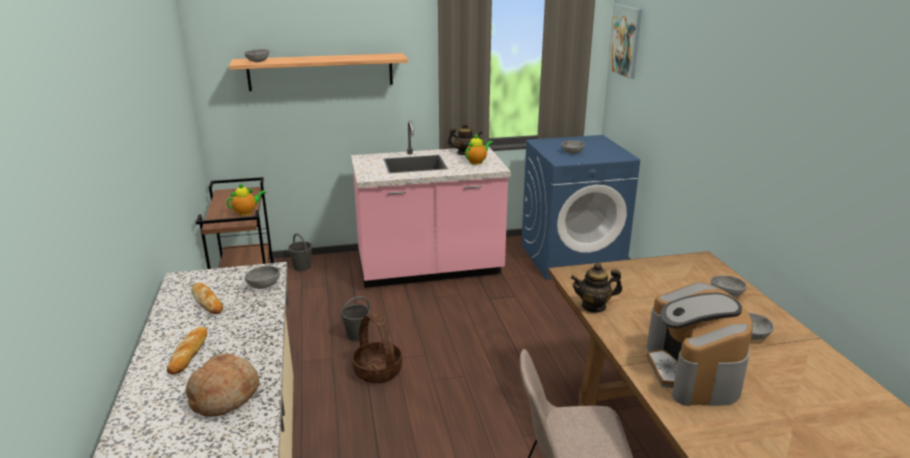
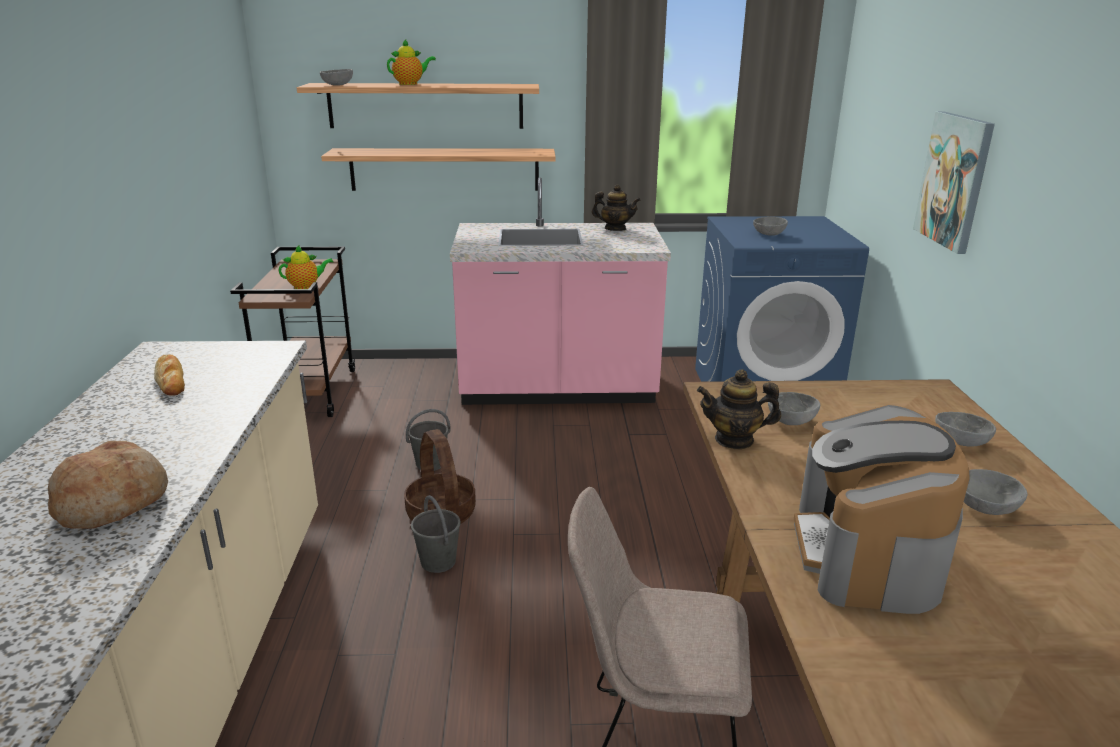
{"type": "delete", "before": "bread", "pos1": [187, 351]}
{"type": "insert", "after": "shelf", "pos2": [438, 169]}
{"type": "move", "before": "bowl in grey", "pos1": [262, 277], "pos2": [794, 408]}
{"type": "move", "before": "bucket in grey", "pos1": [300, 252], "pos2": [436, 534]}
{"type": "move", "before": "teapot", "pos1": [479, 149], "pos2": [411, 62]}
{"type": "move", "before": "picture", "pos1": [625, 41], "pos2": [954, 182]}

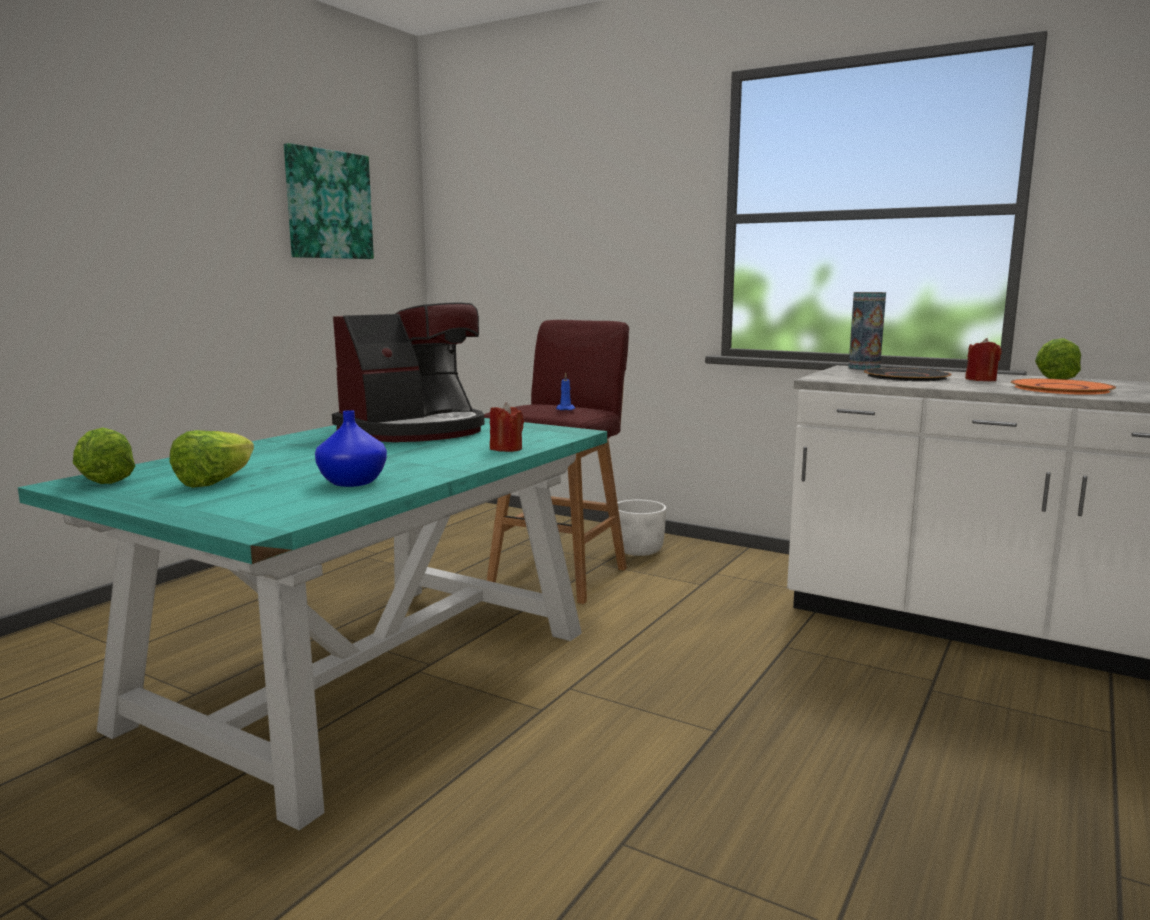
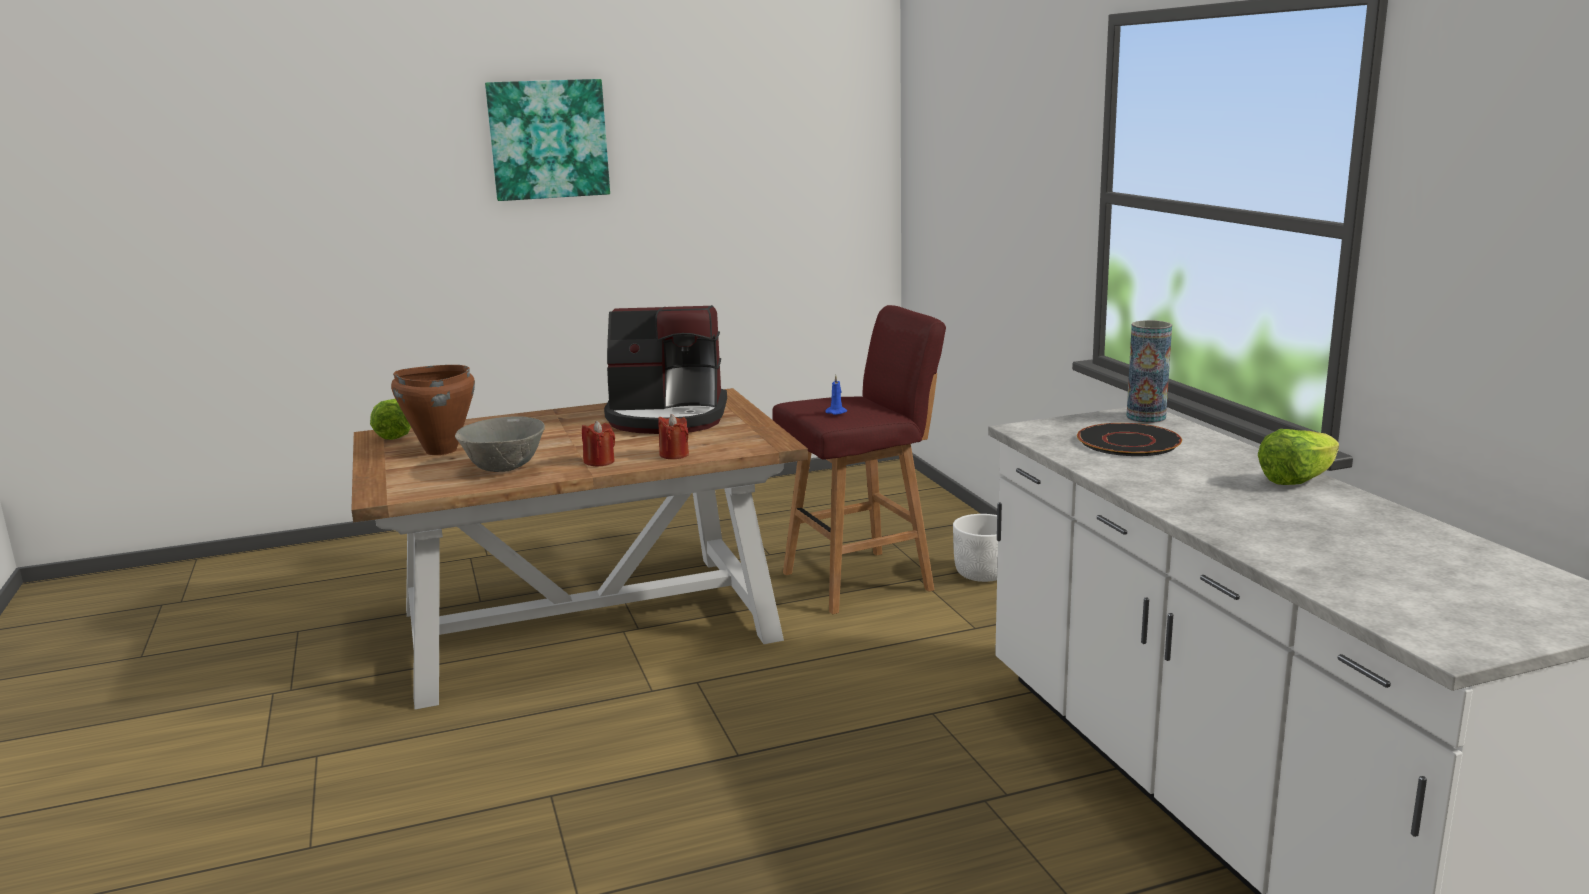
{"type": "delete", "before": "plate in orange", "pos1": [1063, 387]}
{"type": "move", "before": "picture", "pos1": [329, 201], "pos2": [547, 140]}
{"type": "move", "before": "candle in red", "pos1": [983, 359], "pos2": [598, 443]}
{"type": "replace", "before": "lettuce", "after": "cooking pot in brown", "pos1": [211, 459], "pos2": [433, 410]}
{"type": "replace", "before": "vase in blue", "after": "bowl in grey", "pos1": [351, 448], "pos2": [500, 444]}
{"type": "recolor", "before": "dining table in turquoise", "after": "dining table in brown", "pos1": [312, 624], "pos2": [579, 549]}

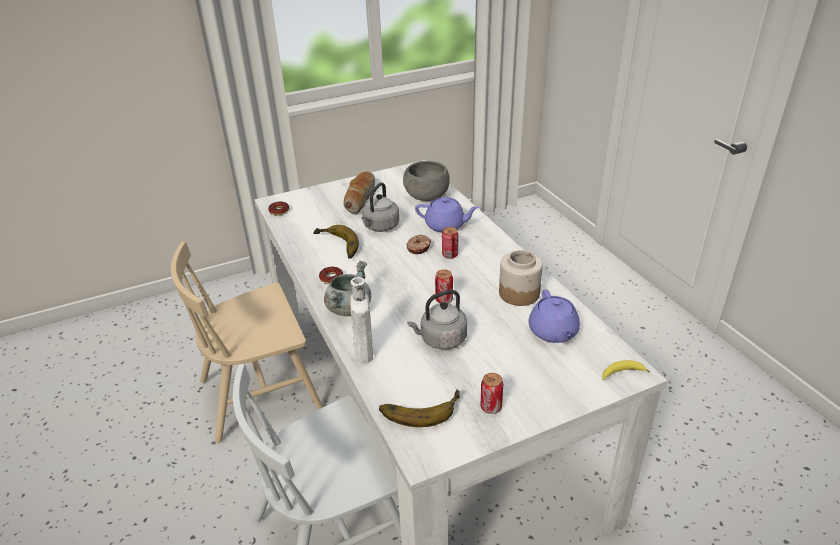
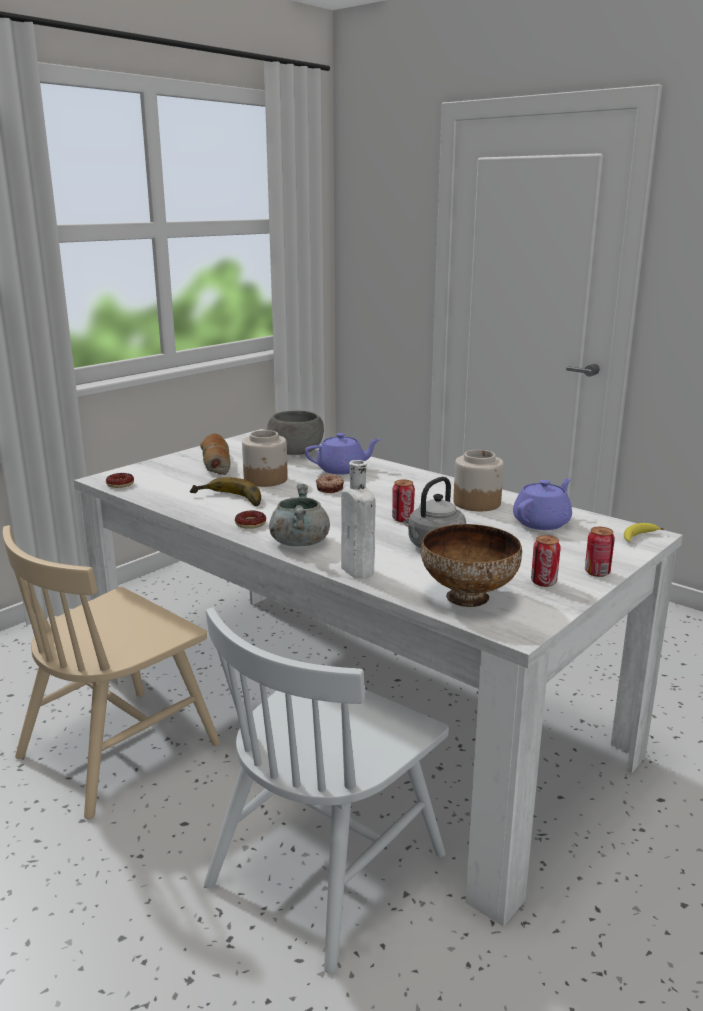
{"type": "move", "before": "can", "pos1": [450, 243], "pos2": [600, 552]}
{"type": "replace", "before": "kettle in grey", "after": "jar", "pos1": [380, 207], "pos2": [265, 458]}
{"type": "replace", "before": "banana", "after": "bowl", "pos1": [419, 408], "pos2": [471, 565]}
{"type": "rotate", "before": "teapot in purple", "pos1": [554, 316], "pos2": [542, 504], "turn": -105}

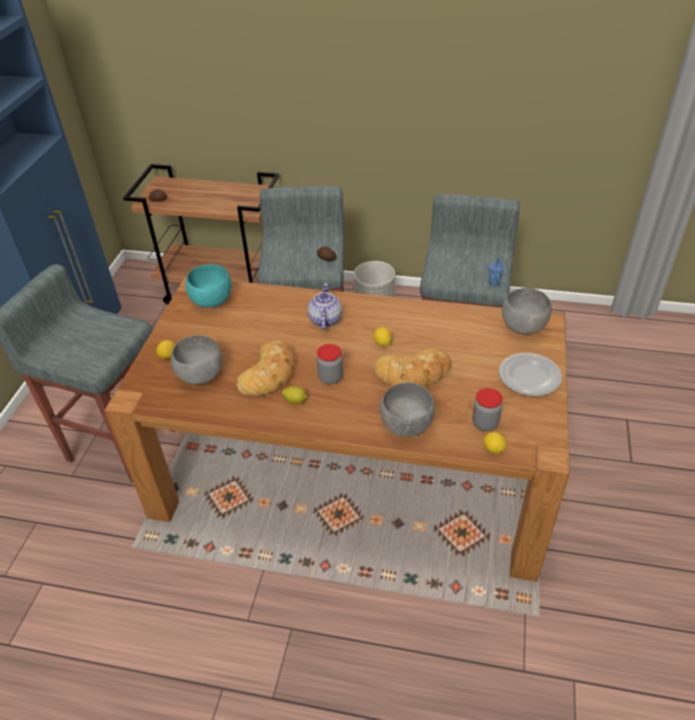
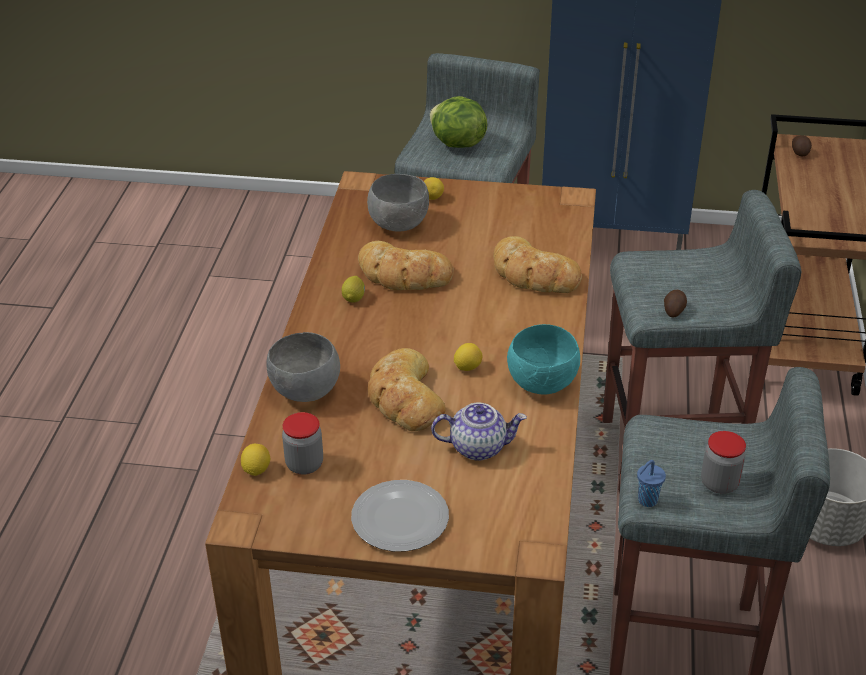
{"type": "delete", "before": "bowl in grey", "pos1": [527, 311]}
{"type": "insert", "after": "lettuce", "pos2": [459, 122]}
{"type": "insert", "after": "bread", "pos2": [538, 264]}
{"type": "move", "before": "bowl in turquoise", "pos1": [208, 286], "pos2": [543, 359]}
{"type": "move", "before": "teapot", "pos1": [325, 306], "pos2": [479, 431]}
{"type": "move", "before": "jar", "pos1": [330, 364], "pos2": [723, 462]}

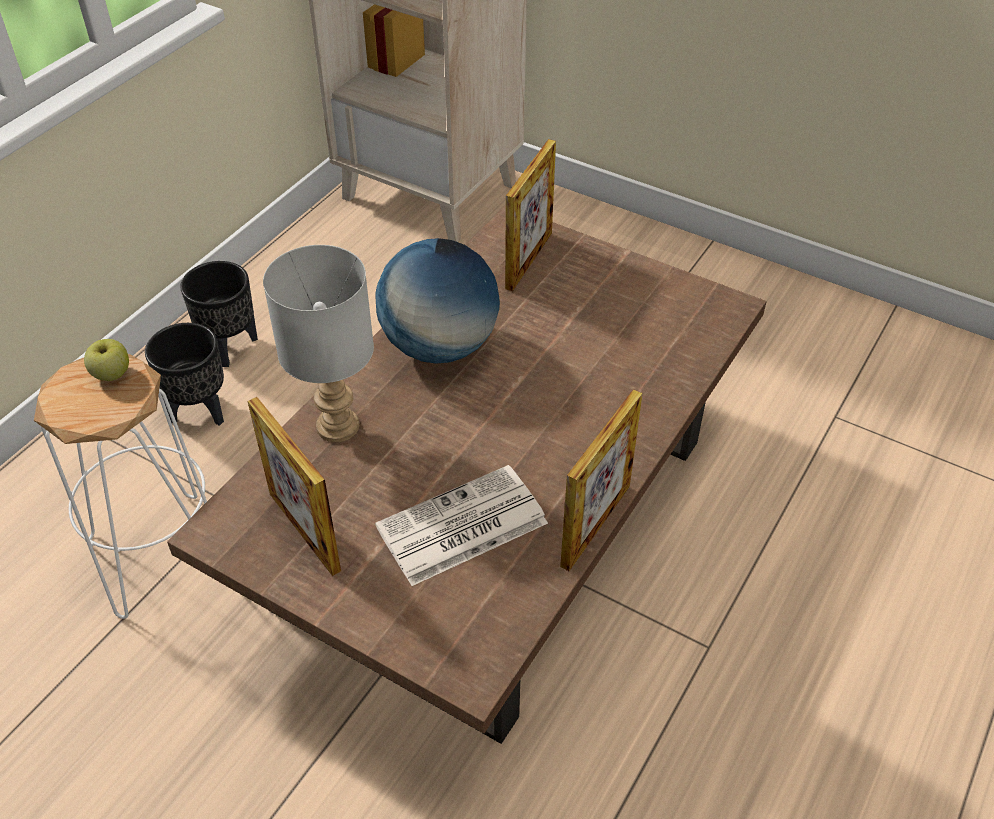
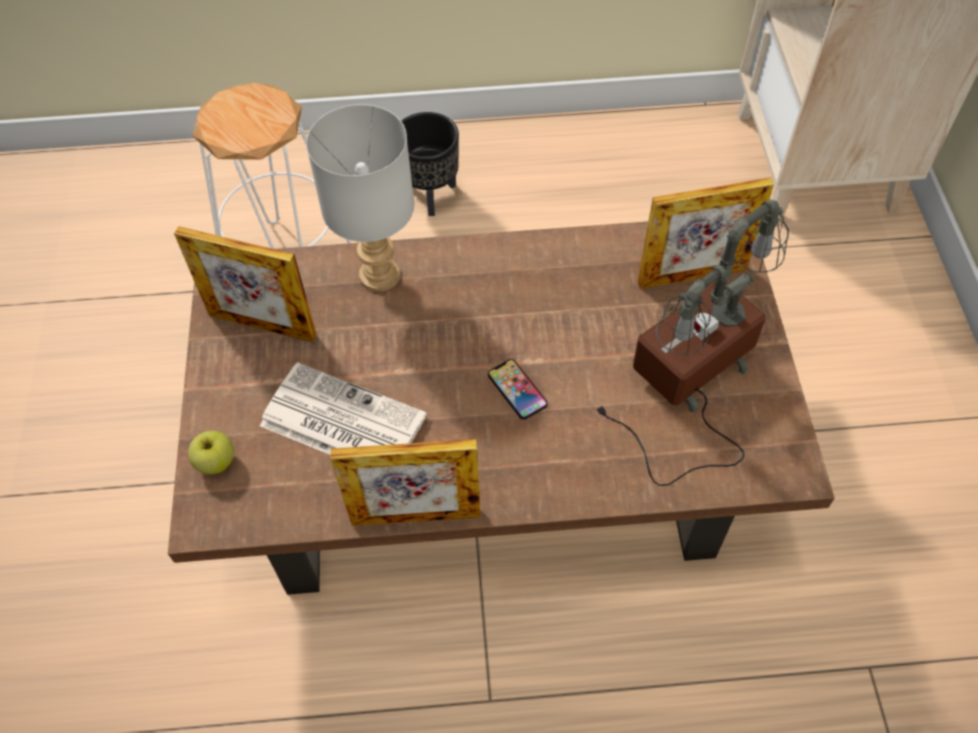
{"type": "delete", "before": "planter in black", "pos1": [219, 314]}
{"type": "delete", "before": "globe", "pos1": [438, 301]}
{"type": "insert", "after": "phone", "pos2": [518, 389]}
{"type": "insert", "after": "table lamp", "pos2": [692, 343]}
{"type": "move", "before": "apple", "pos1": [106, 360], "pos2": [211, 452]}
{"type": "rotate", "before": "picture frame", "pos1": [294, 486], "pos2": [245, 284], "turn": -90}

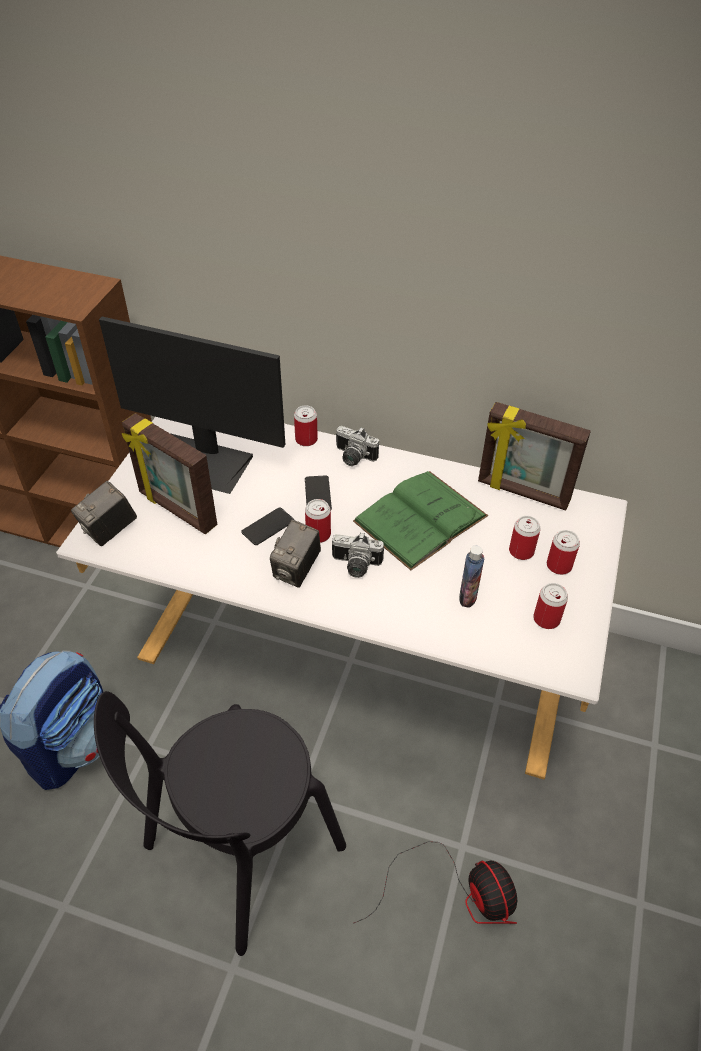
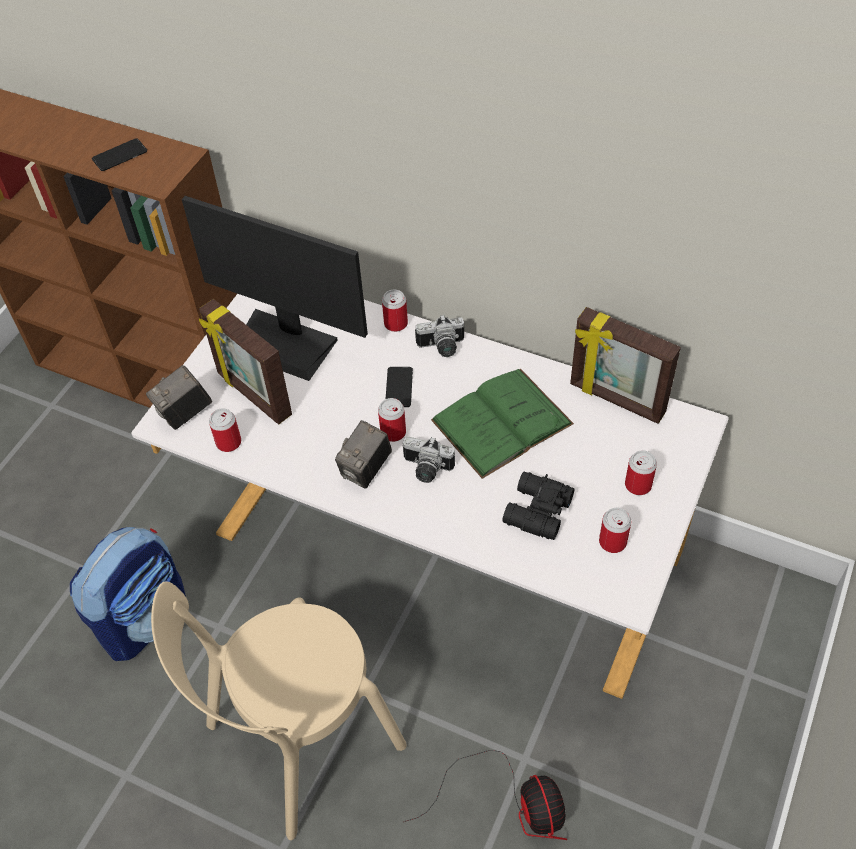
{"type": "move", "before": "phone", "pos1": [267, 526], "pos2": [119, 154]}
{"type": "move", "before": "can", "pos1": [525, 538], "pos2": [225, 430]}
{"type": "replace", "before": "bottle", "after": "binoculars in black", "pos1": [471, 577], "pos2": [538, 506]}
{"type": "recolor", "before": "chair in black", "after": "chair in beige", "pos1": [220, 823], "pos2": [279, 710]}
{"type": "rotate", "before": "photo camera", "pos1": [357, 446], "pos2": [439, 335], "turn": -45}

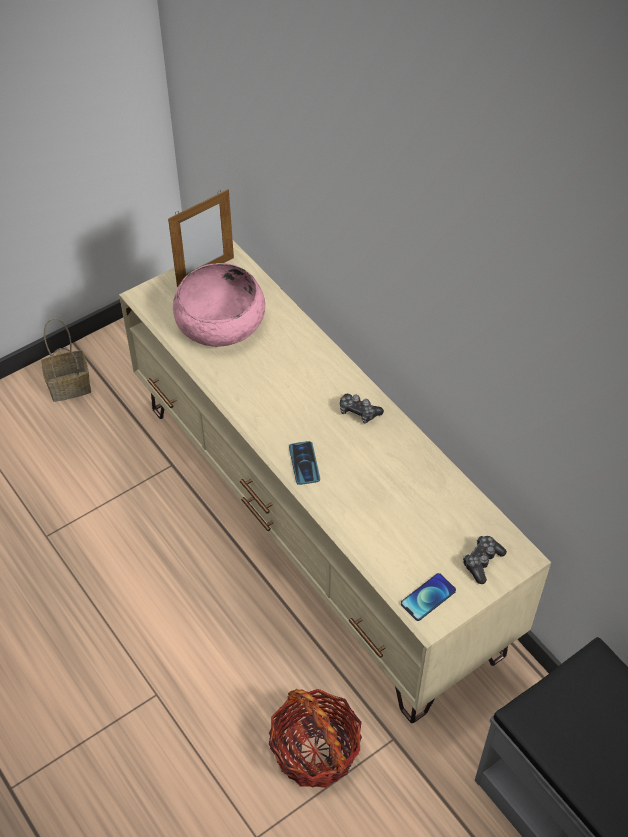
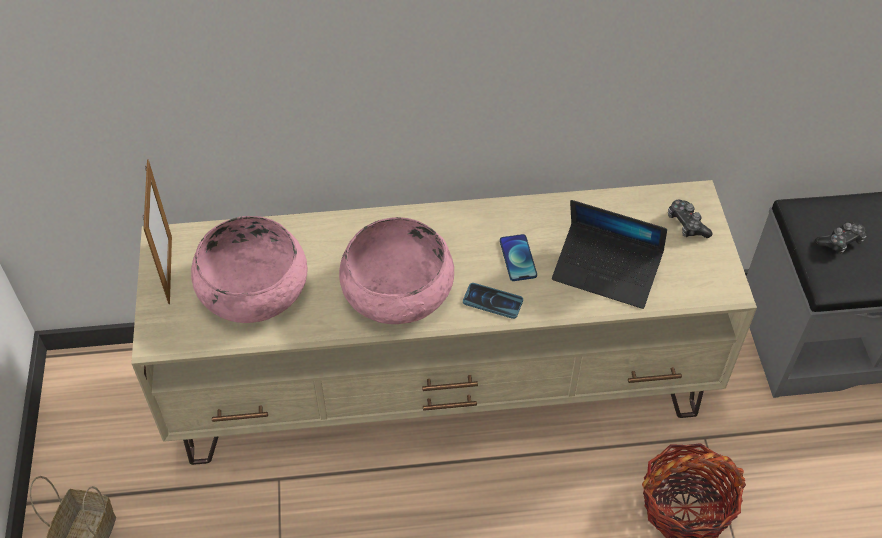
{"type": "insert", "after": "bowl in pink", "pos2": [396, 270]}
{"type": "insert", "after": "laptop", "pos2": [609, 254]}
{"type": "move", "before": "game controller", "pos1": [362, 409], "pos2": [841, 238]}
{"type": "move", "before": "phone", "pos1": [428, 597], "pos2": [518, 257]}

